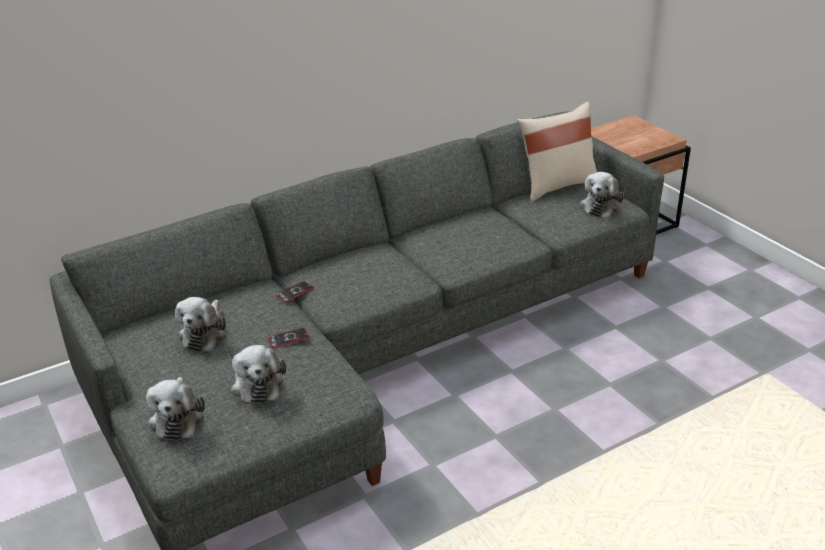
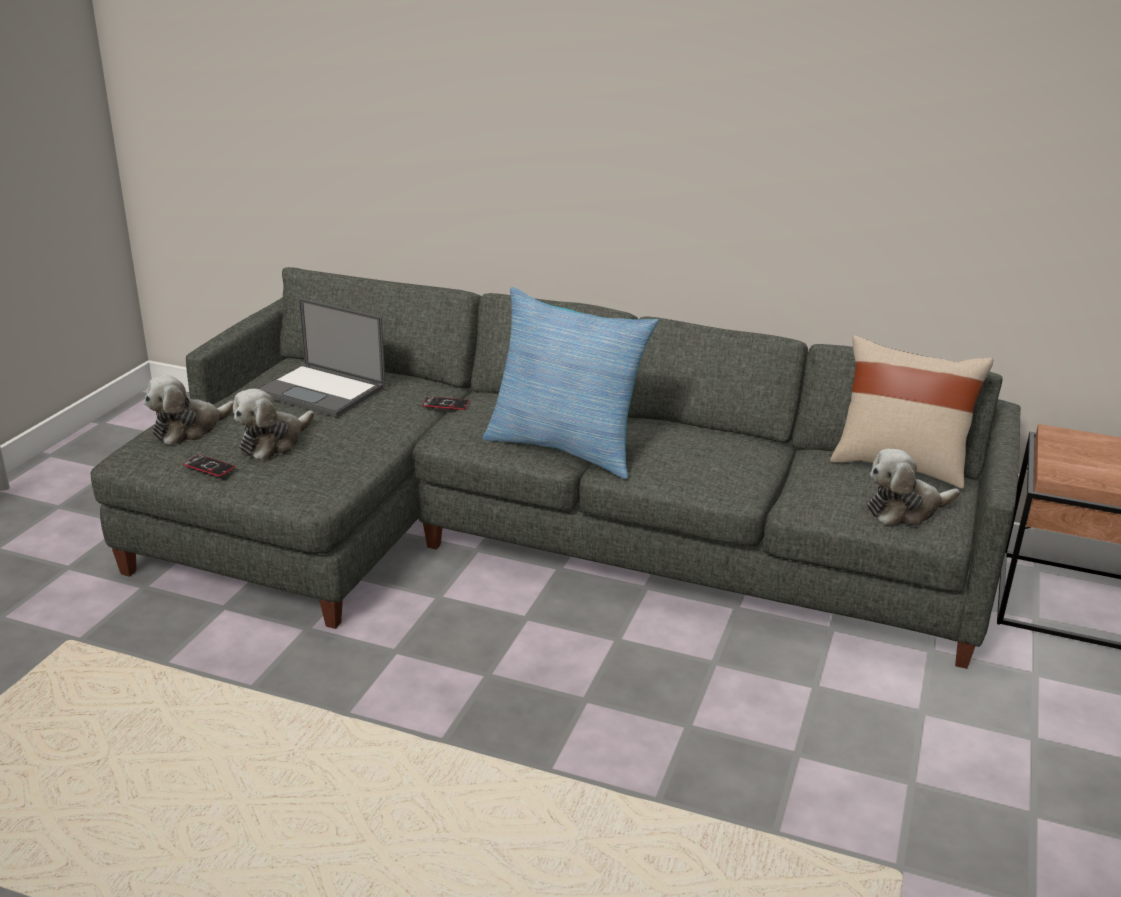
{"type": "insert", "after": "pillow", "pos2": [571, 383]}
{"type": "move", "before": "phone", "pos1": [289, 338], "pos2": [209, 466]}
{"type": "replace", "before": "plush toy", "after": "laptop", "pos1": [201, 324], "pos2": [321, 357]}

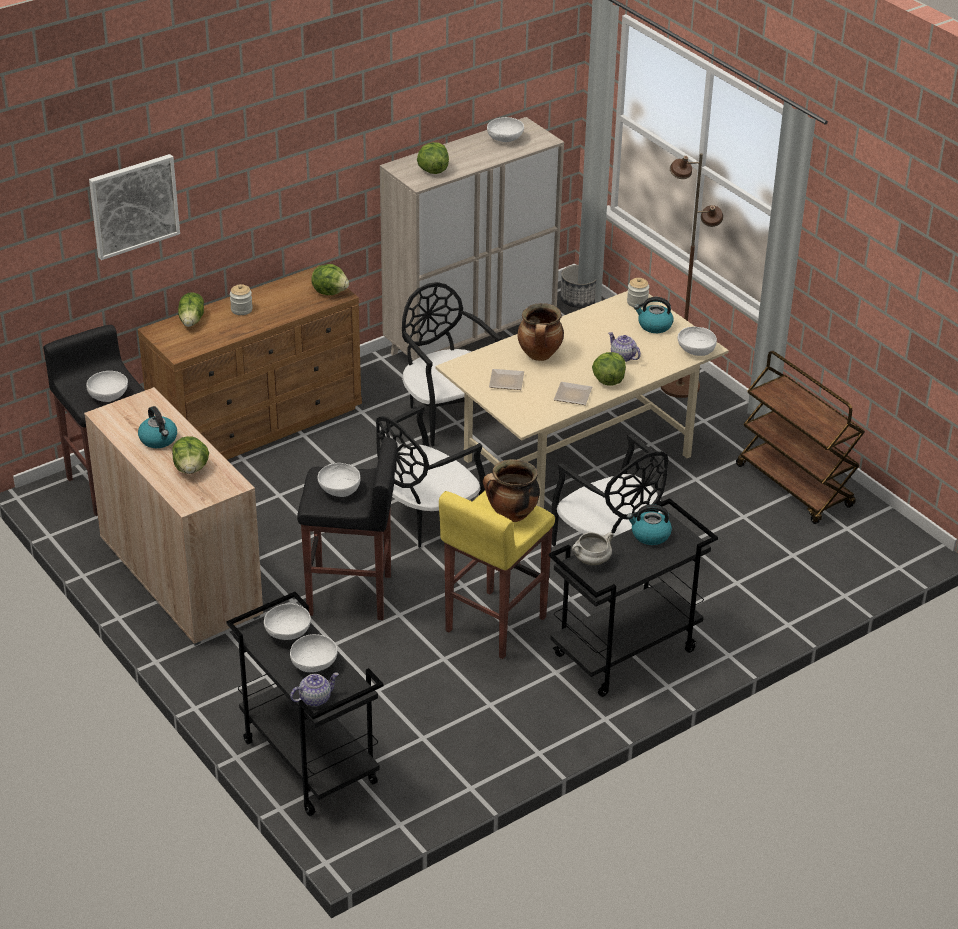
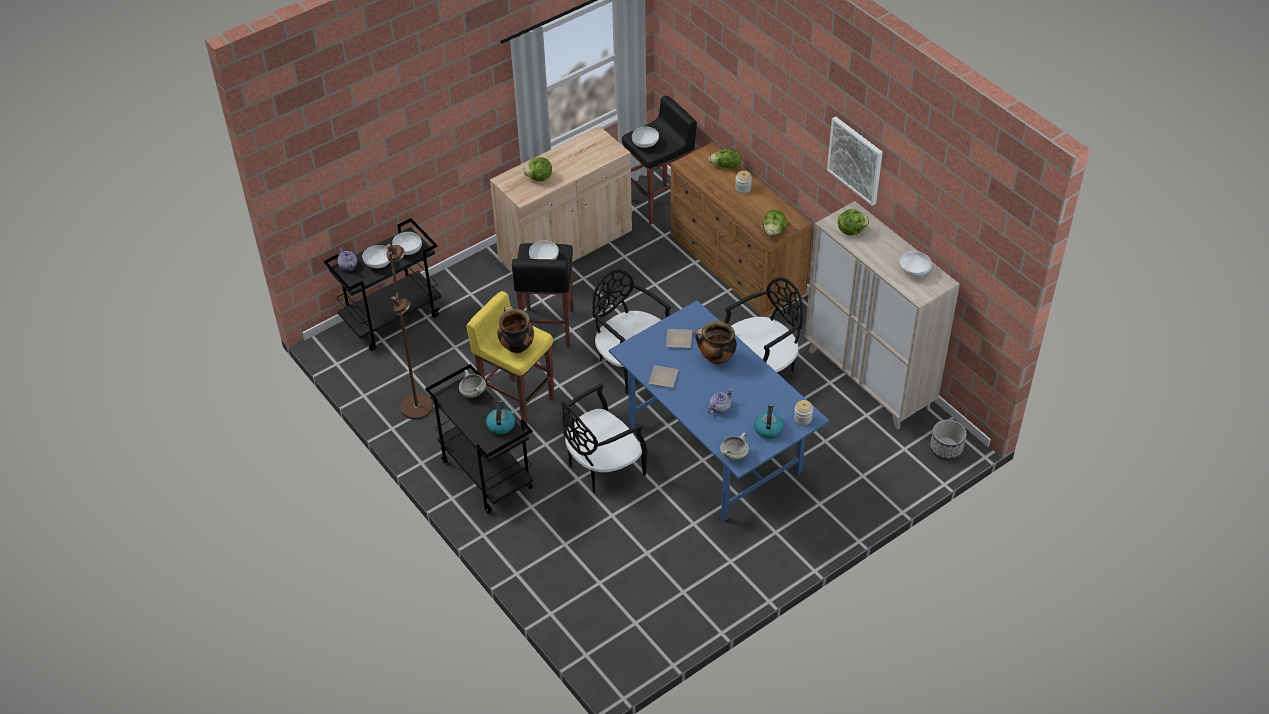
{"type": "delete", "before": "kettle", "pos1": [157, 427]}
{"type": "delete", "before": "lettuce", "pos1": [609, 369]}
{"type": "delete", "before": "cart in brown", "pos1": [800, 437]}
{"type": "move", "before": "picture", "pos1": [134, 207], "pos2": [855, 161]}
{"type": "move", "before": "floor lamp in brown", "pos1": [692, 275], "pos2": [409, 332]}
{"type": "replace", "before": "bowl in white", "after": "cooking pot in white", "pos1": [697, 341], "pos2": [734, 446]}
{"type": "recolor", "before": "dining table in beige", "after": "dining table in blue", "pos1": [582, 400], "pos2": [719, 410]}

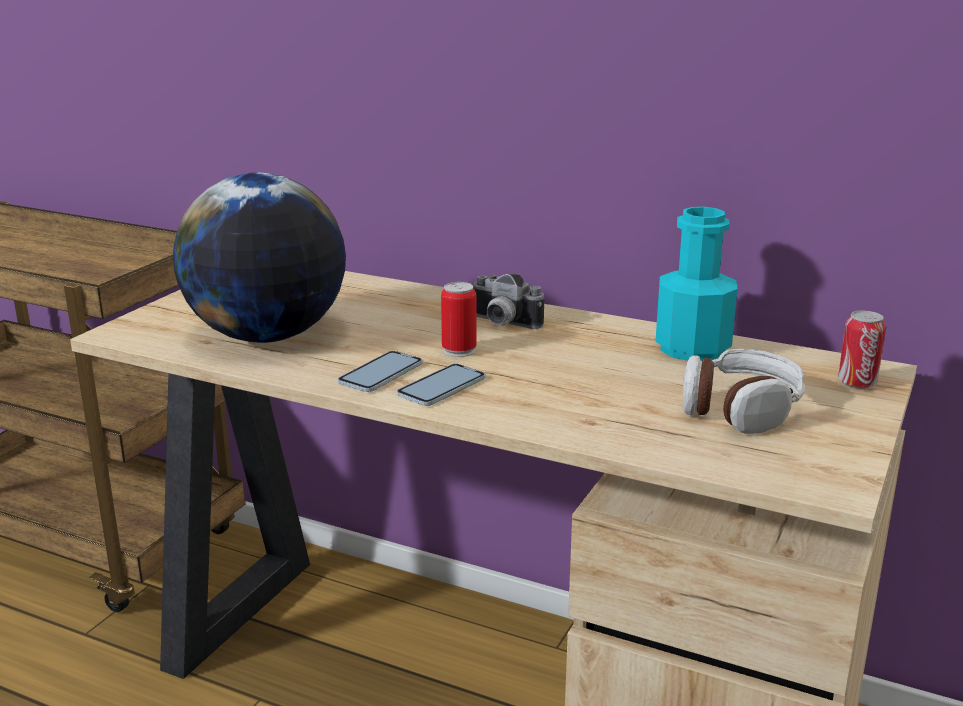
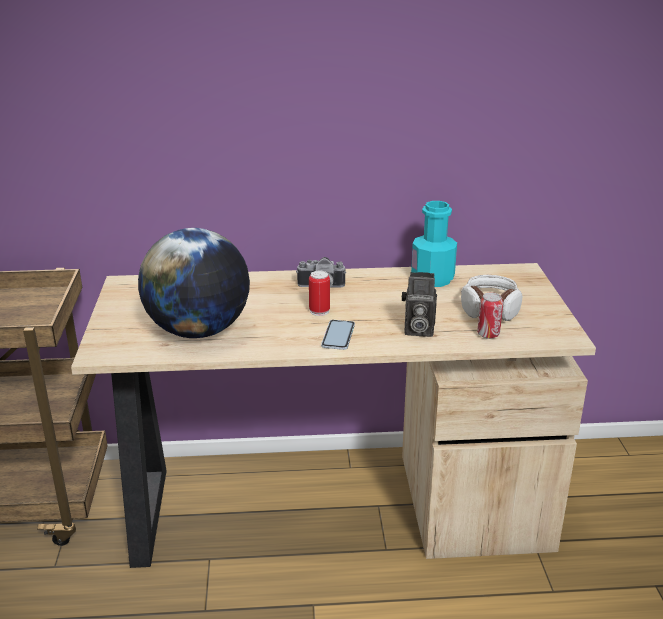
{"type": "delete", "before": "phone", "pos1": [380, 371]}
{"type": "insert", "after": "photo camera", "pos2": [419, 304]}
{"type": "move", "before": "can", "pos1": [862, 349], "pos2": [490, 315]}

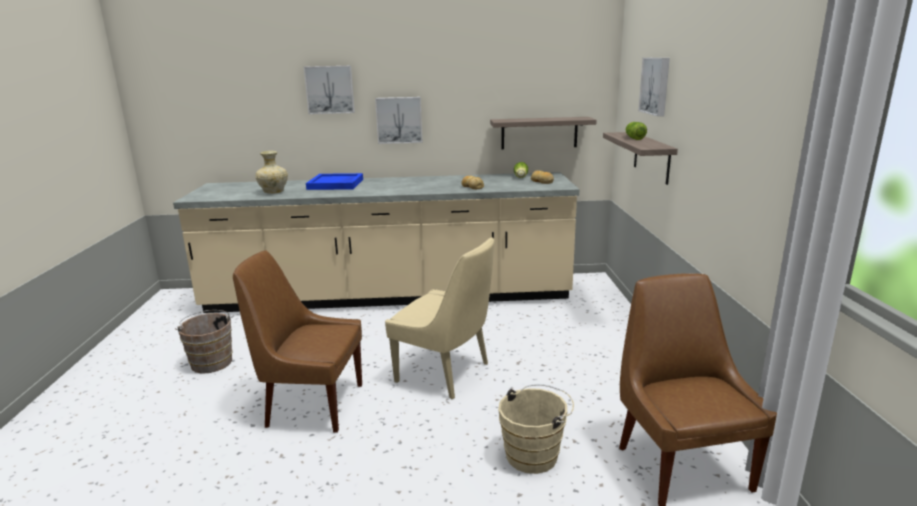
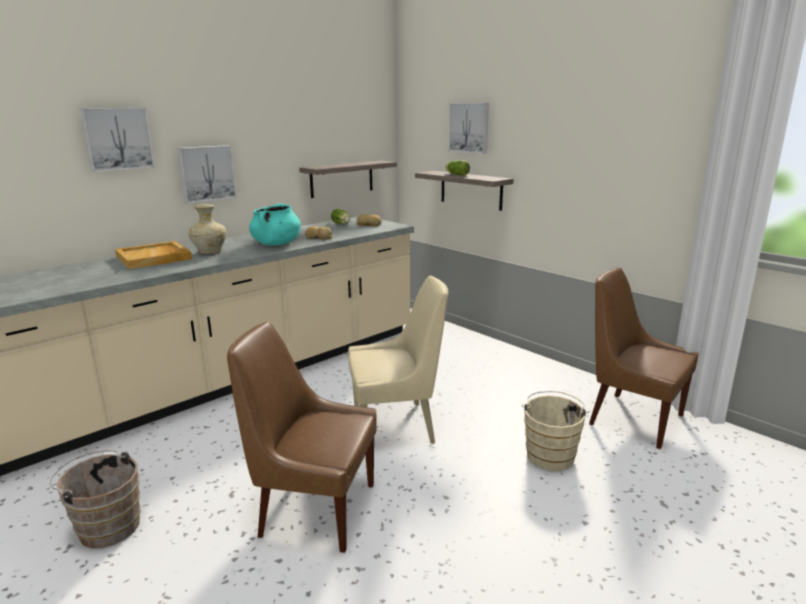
{"type": "insert", "after": "cooking pot in turquoise", "pos2": [275, 224]}
{"type": "move", "before": "vase in beige", "pos1": [271, 172], "pos2": [207, 229]}
{"type": "recolor", "before": "tray in blue", "after": "tray in beige", "pos1": [334, 181], "pos2": [153, 255]}
{"type": "rotate", "before": "chair in brown", "pos1": [297, 341], "pos2": [302, 437], "turn": 45}

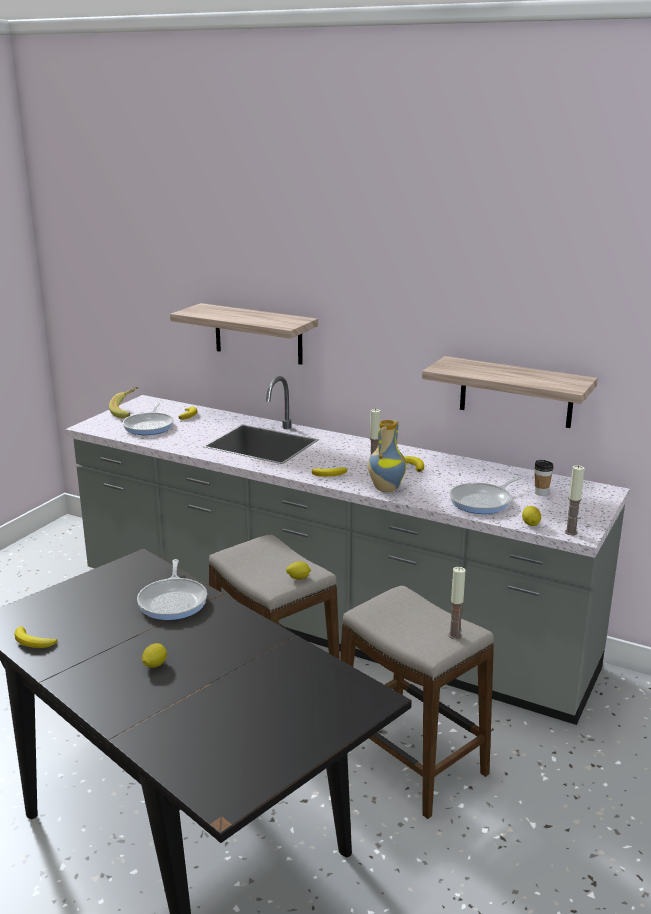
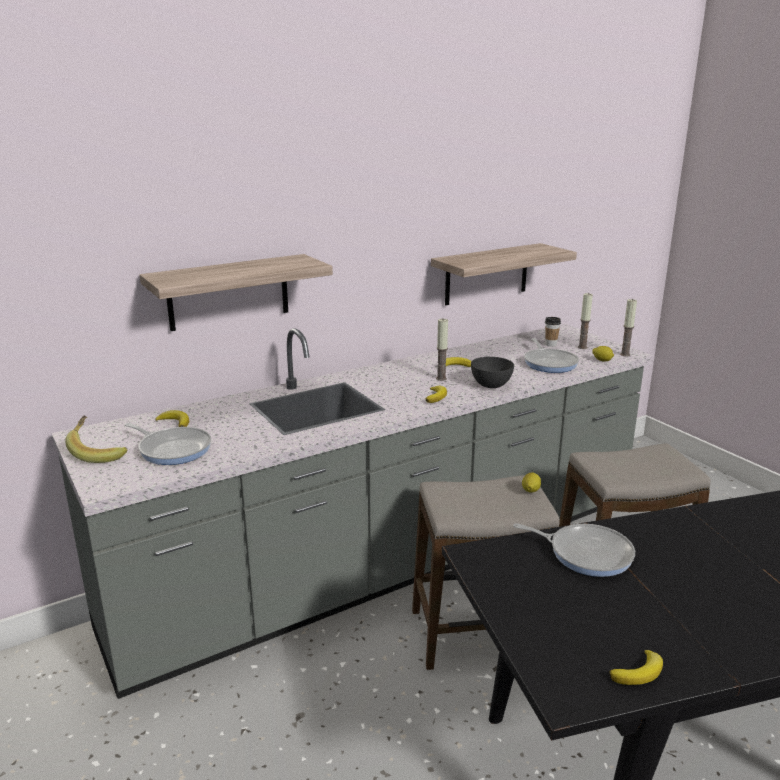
{"type": "delete", "before": "lemon", "pos1": [154, 655]}
{"type": "move", "before": "candle", "pos1": [456, 603], "pos2": [585, 321]}
{"type": "replace", "before": "vase", "after": "bowl in grey", "pos1": [387, 456], "pos2": [492, 372]}

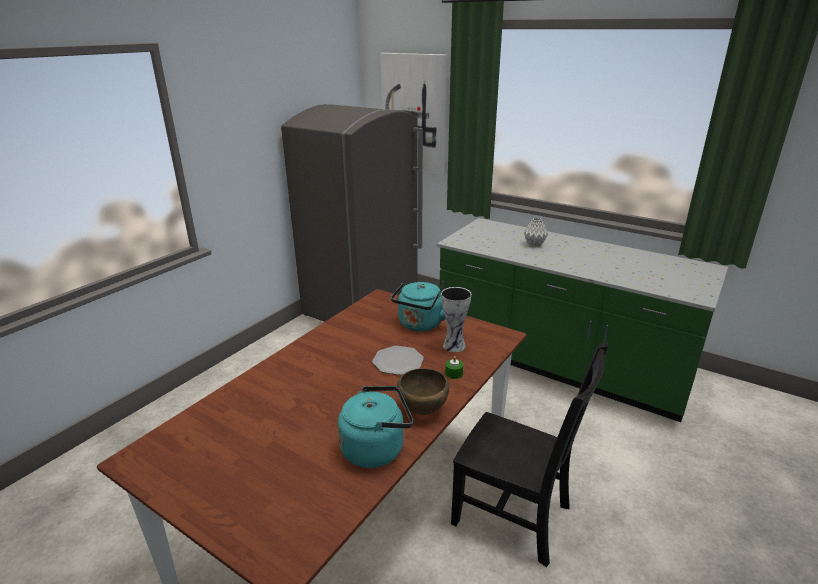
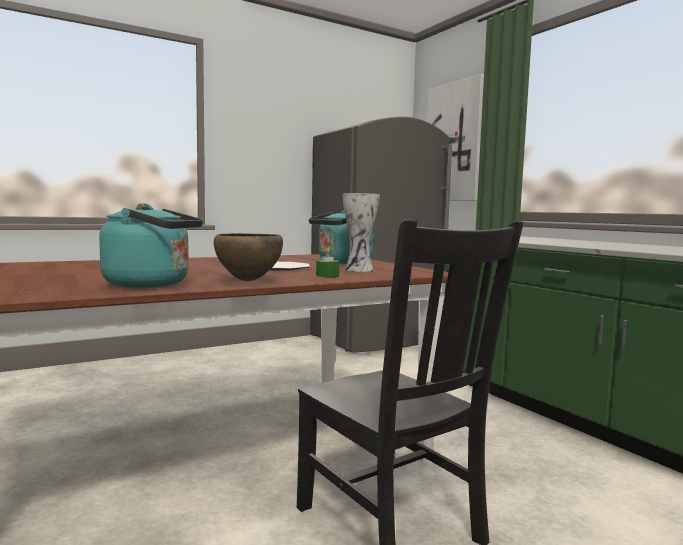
{"type": "delete", "before": "vase in grey", "pos1": [536, 232]}

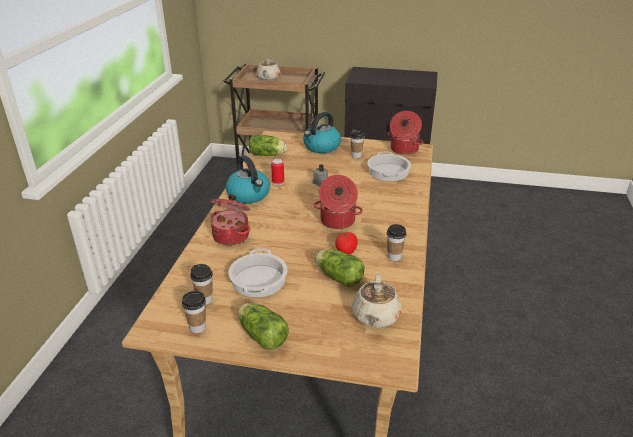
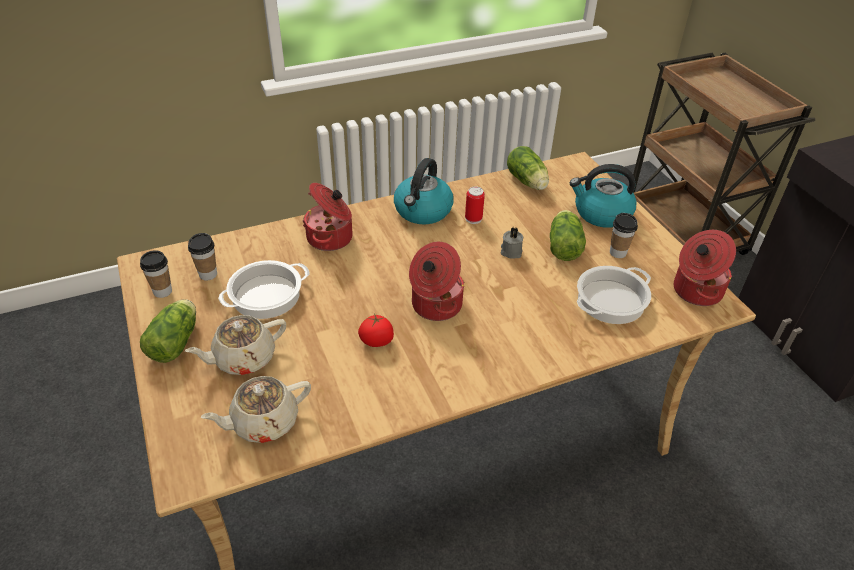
{"type": "delete", "before": "cup", "pos1": [396, 242]}
{"type": "move", "before": "teapot in beige", "pos1": [268, 70], "pos2": [235, 345]}
{"type": "move", "before": "lettuce", "pos1": [340, 268], "pos2": [568, 235]}

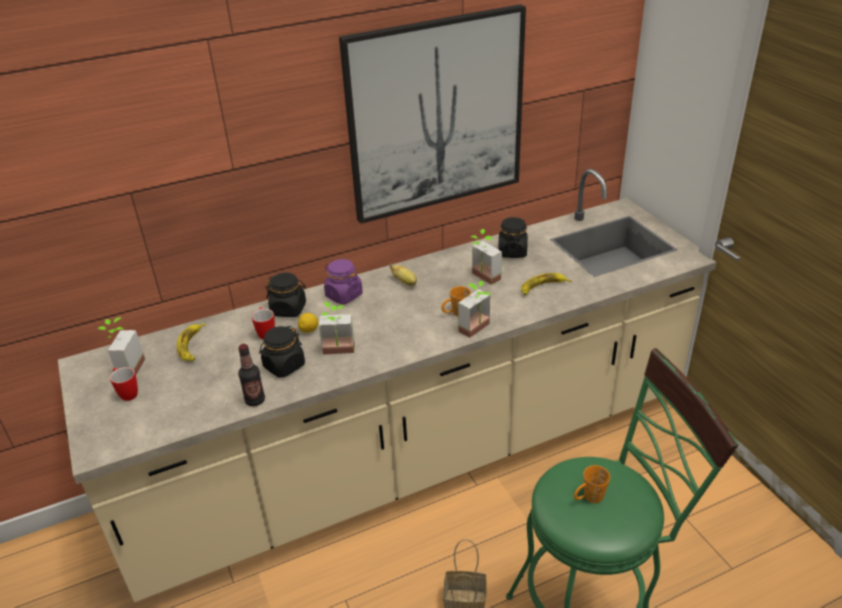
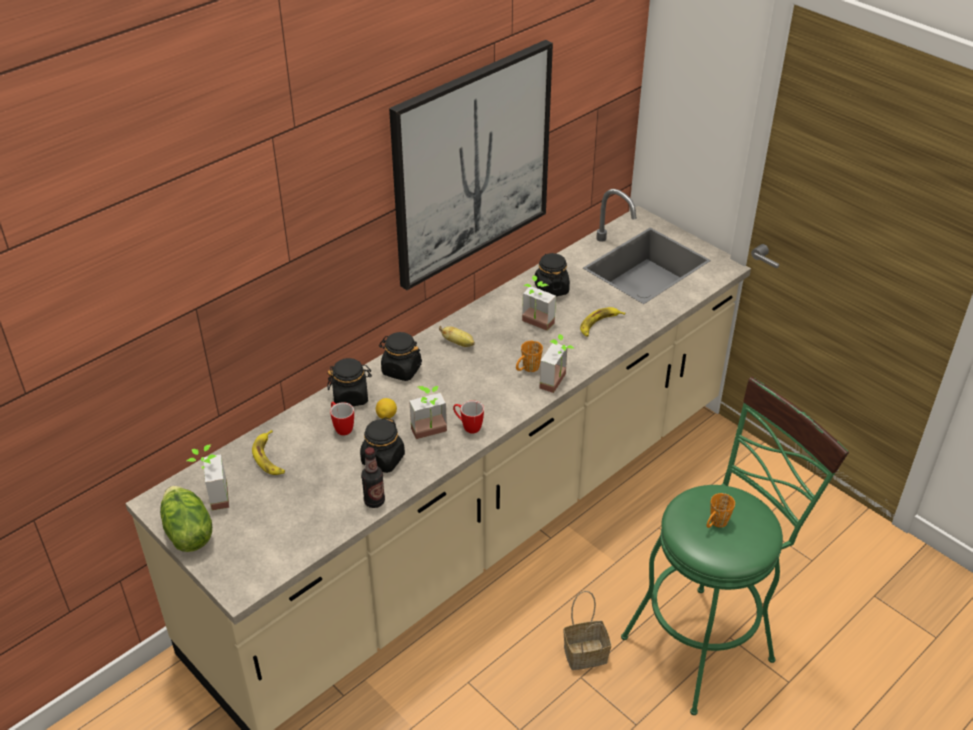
{"type": "insert", "after": "lettuce", "pos2": [186, 519]}
{"type": "move", "before": "mug", "pos1": [124, 384], "pos2": [468, 417]}
{"type": "recolor", "before": "jar in purple", "after": "jar in black", "pos1": [343, 281], "pos2": [400, 356]}

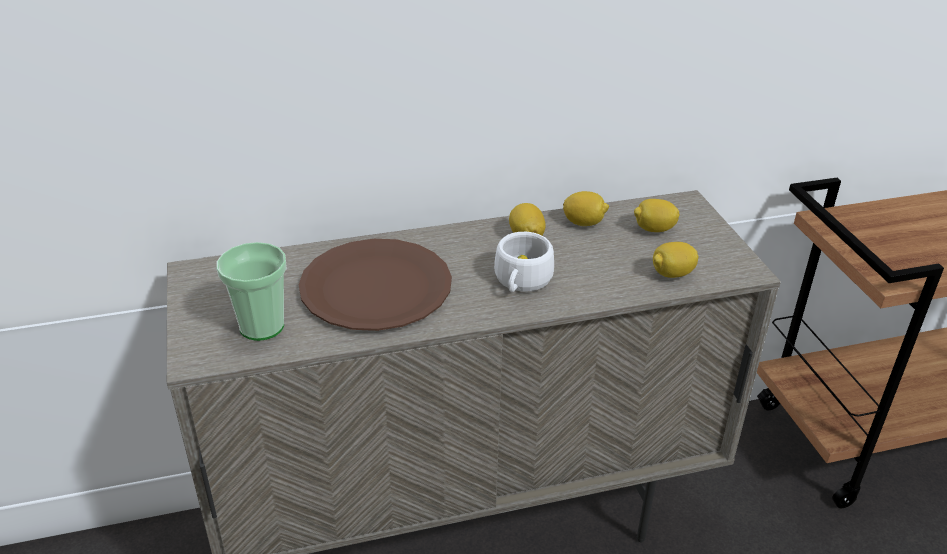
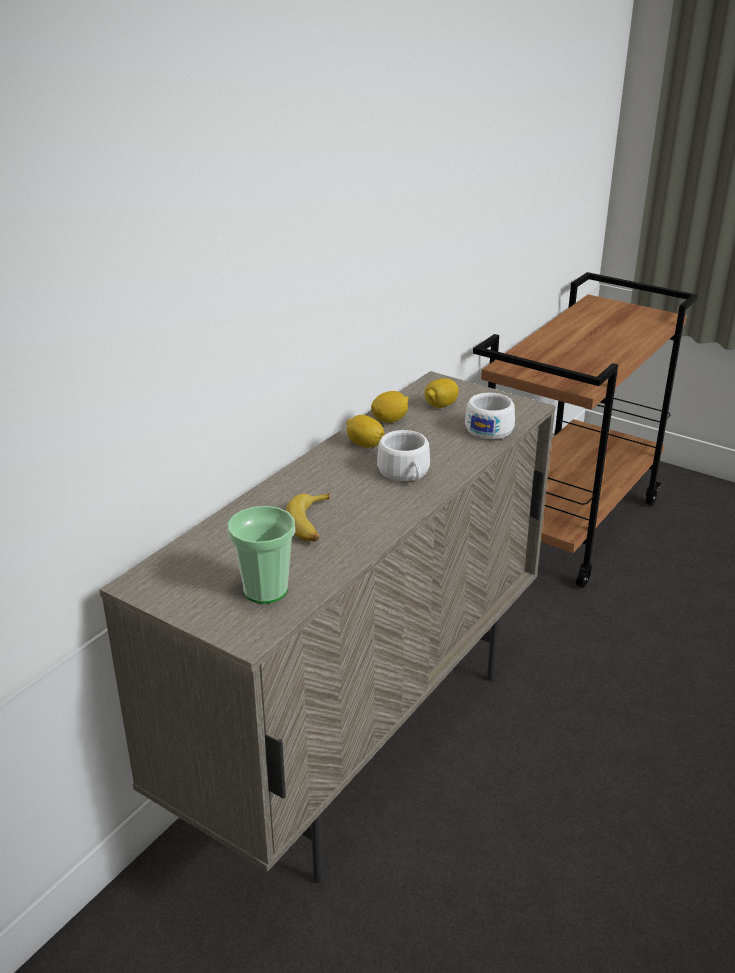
{"type": "replace", "before": "plate in brown", "after": "banana", "pos1": [375, 285], "pos2": [308, 517]}
{"type": "replace", "before": "lemon", "after": "cup in white", "pos1": [676, 260], "pos2": [490, 416]}

